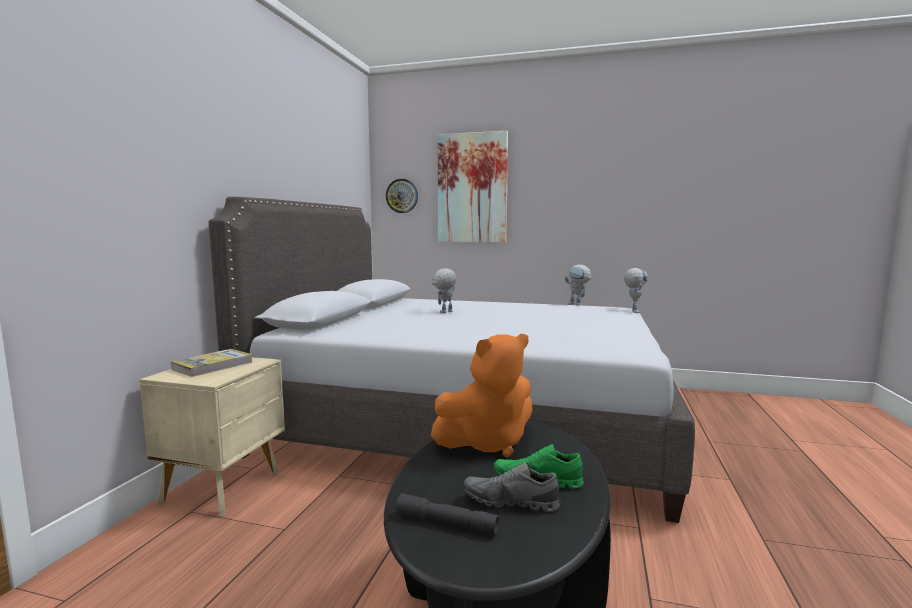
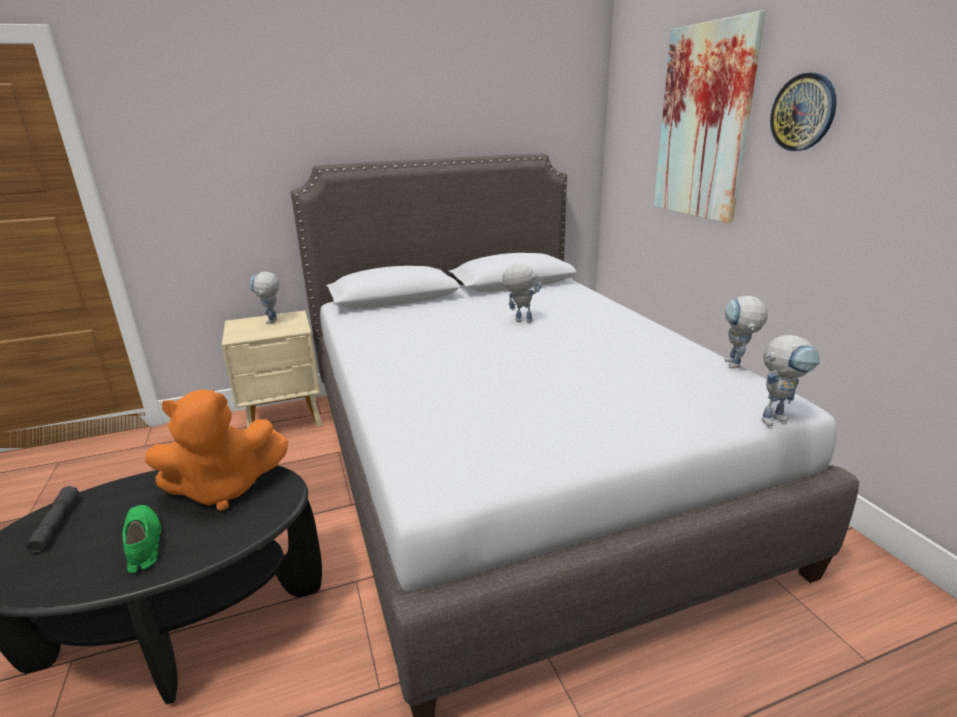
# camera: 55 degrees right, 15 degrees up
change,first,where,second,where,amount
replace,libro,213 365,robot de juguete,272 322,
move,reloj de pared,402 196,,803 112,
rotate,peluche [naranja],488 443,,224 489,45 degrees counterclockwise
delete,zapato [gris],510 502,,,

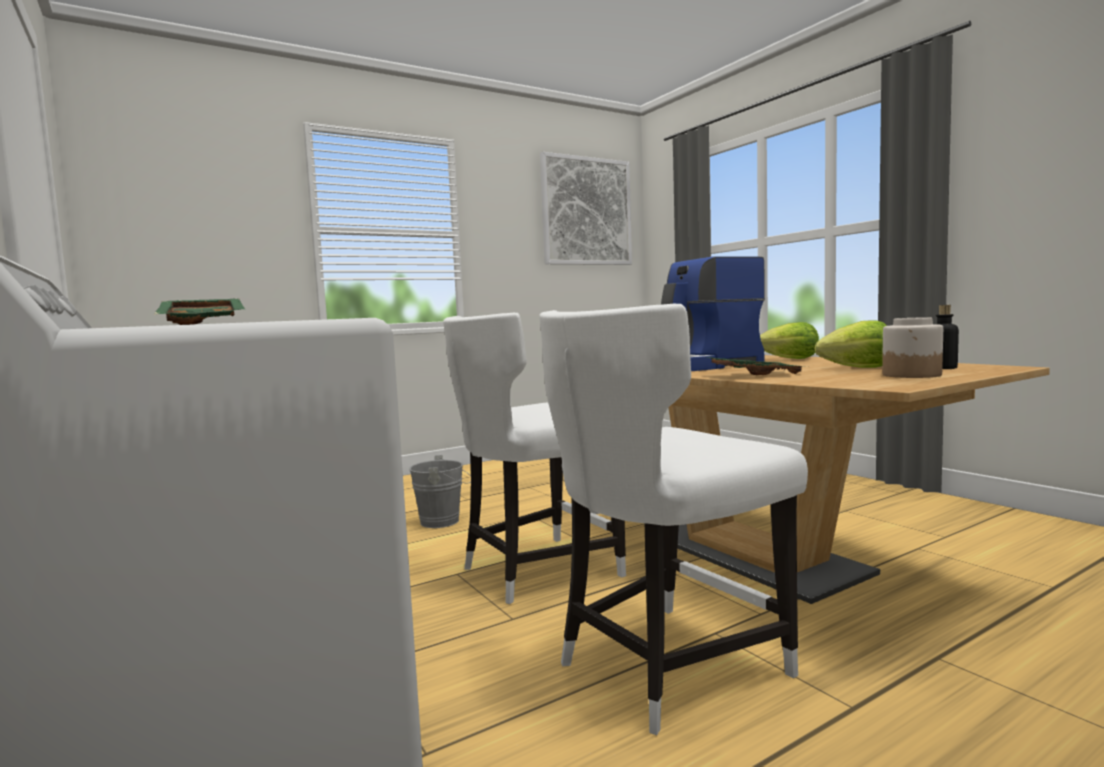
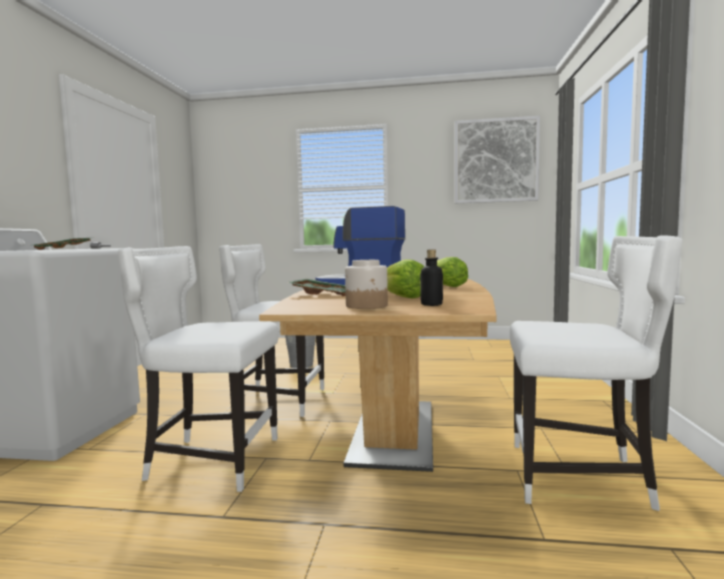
# camera: 40 degrees right, 0 degrees up
change,first,where,second,where,amount
insert,,,silla [blanco],581 477,

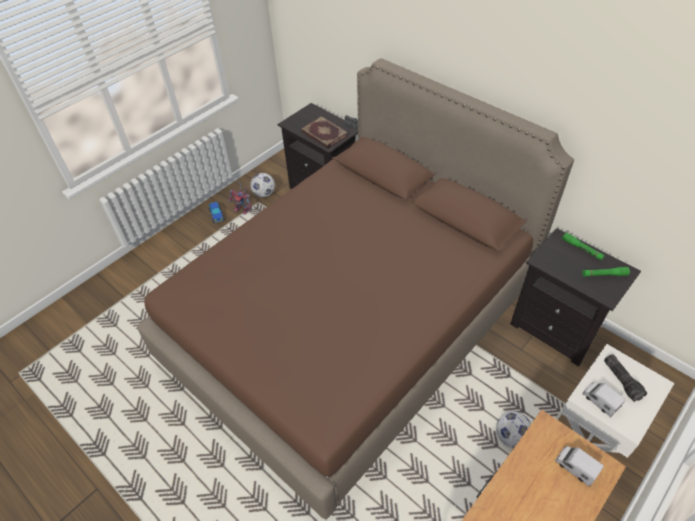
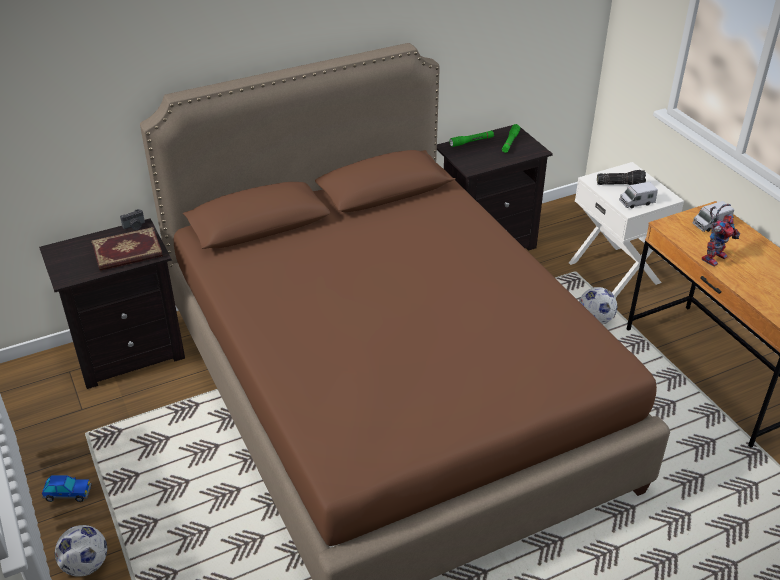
# camera: 70 degrees left, 10 degrees down
change,first,where,second,where,amount
move,robot de juguete,243 210,,713 256,
move,balón de fútbol,264 194,,85 565,

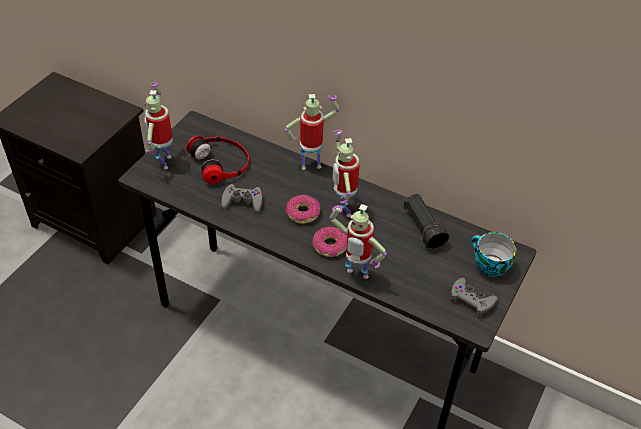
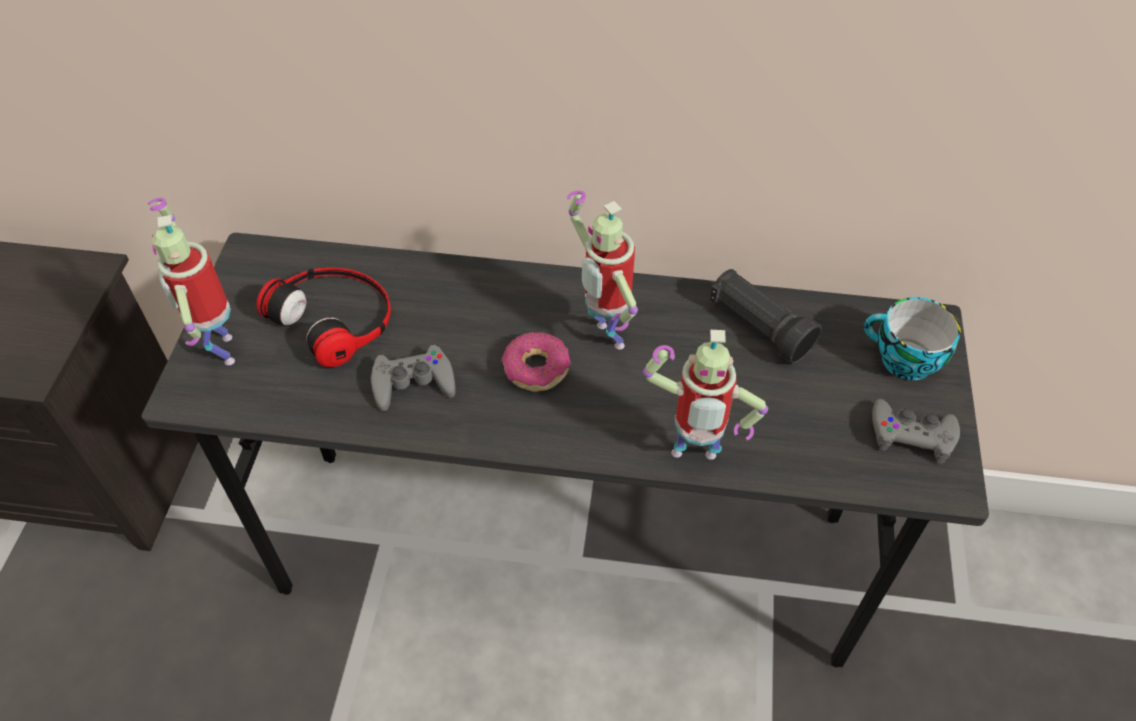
# camera: 20 degrees left, 5 degrees up
change,first,where,second,where,amount
delete,robot de juguete,311 165,,,
delete,rosquilla,329 246,,,

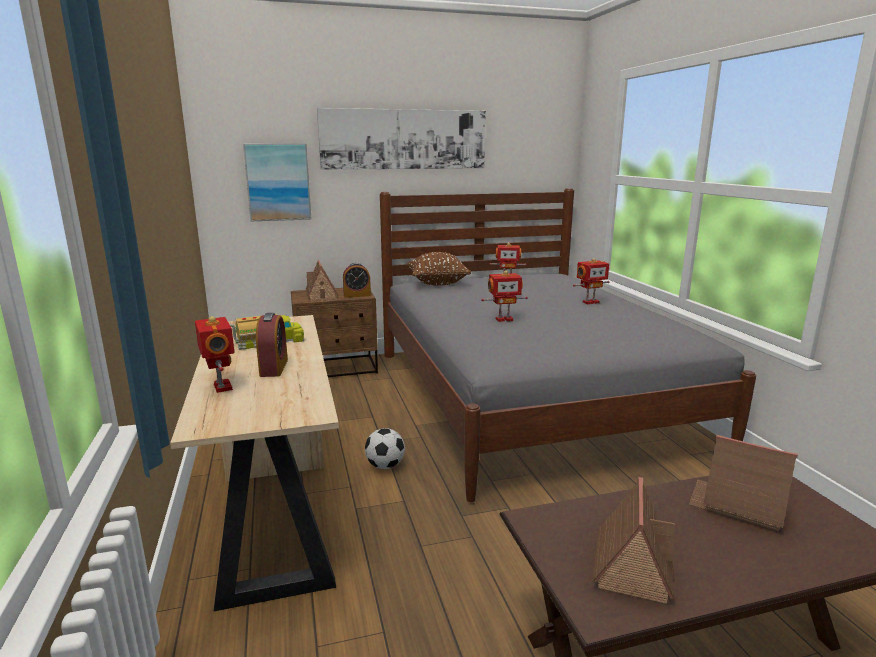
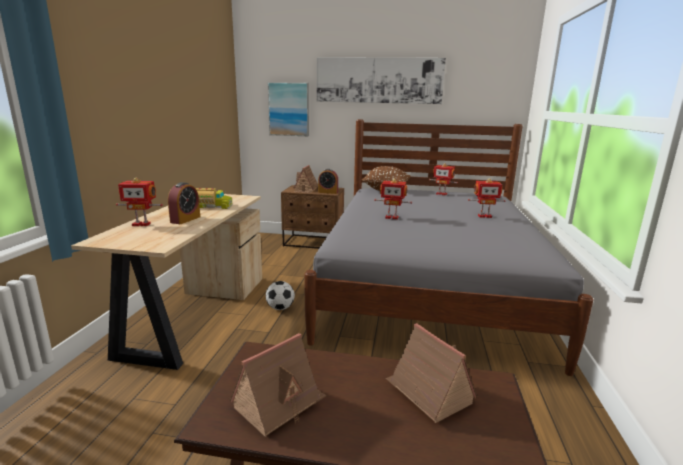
# camera: 25 degrees right, 0 degrees up
change,first,where,second,where,amount
rotate,robot de juguete,221 387,,141 224,90 degrees clockwise

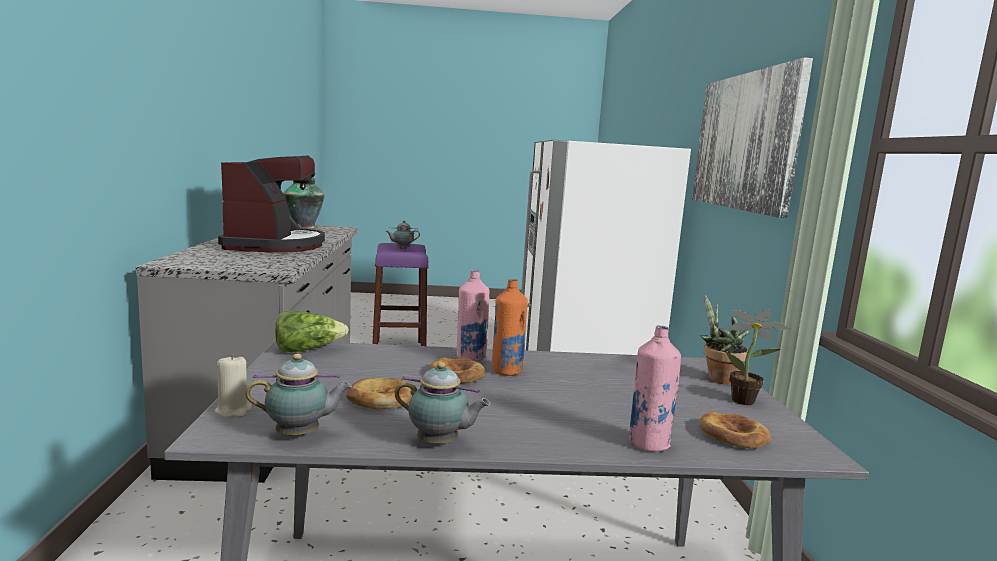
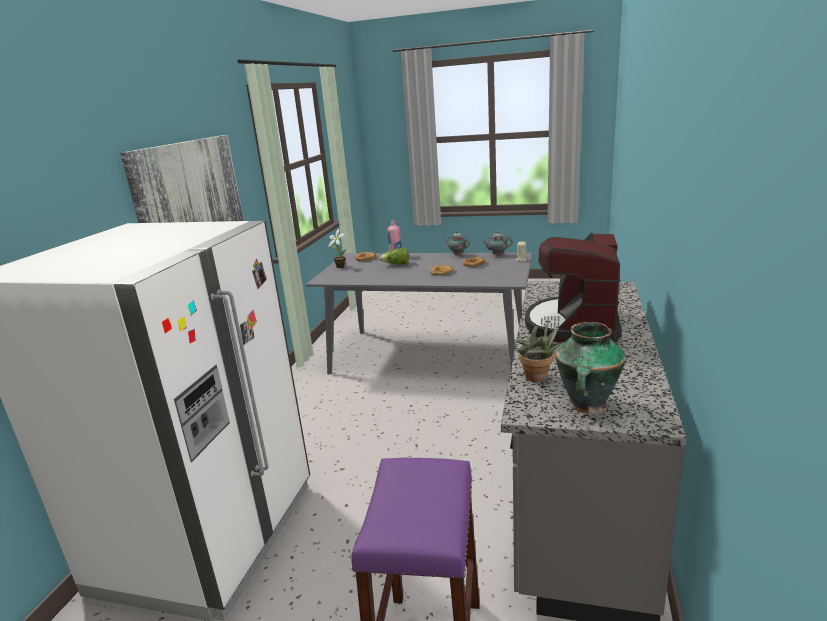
# camera: 160 degrees left, 10 degrees up
change,first,where,second,where,amount
move,lechuga,307 349,,396 264,
delete,tetera,401 249,,,
delete,botella [rosa],470 357,,,
delete,botella [naranja],506 371,,,
move,planta en maceta,717 378,,537 378,

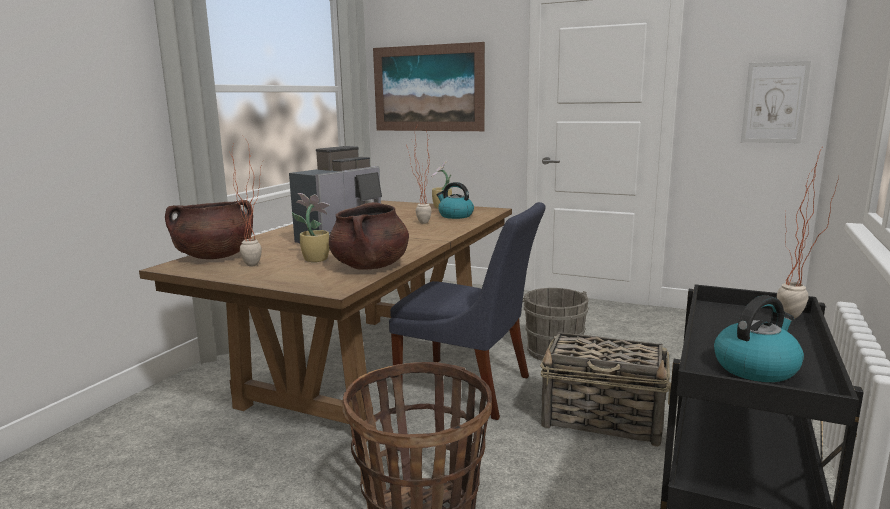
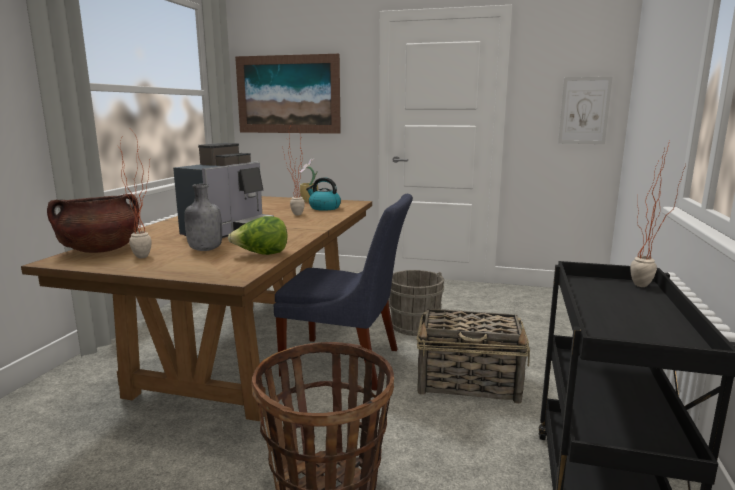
# camera: 10 degrees left, 0 degrees up
change,first,where,second,where,amount
replace,planta en maceta,315 259,botella [gris],204 250,
replace,olla [marrón],370 266,lechuga,261 255,
delete,hervidor,756 367,,,

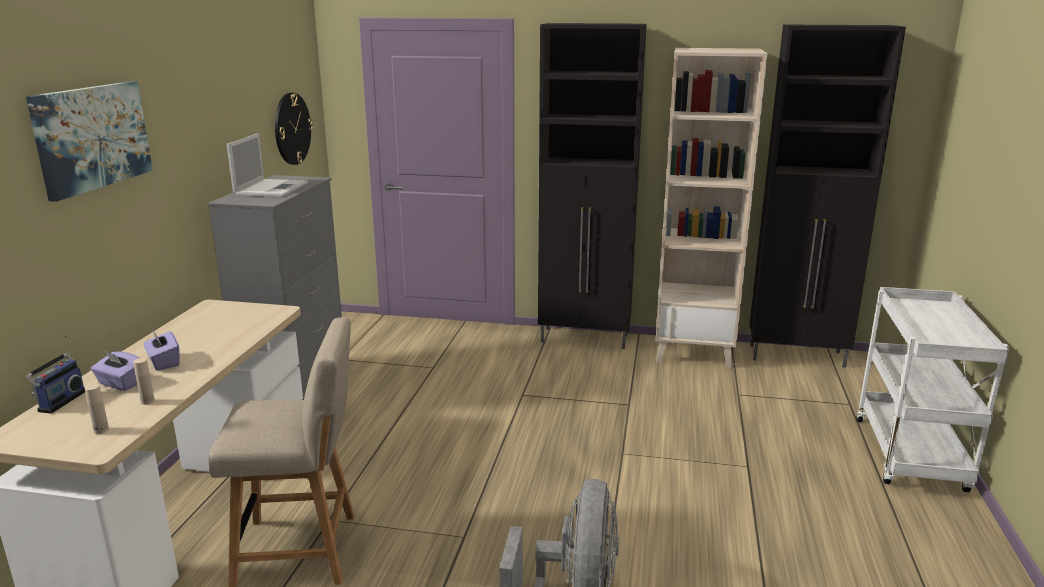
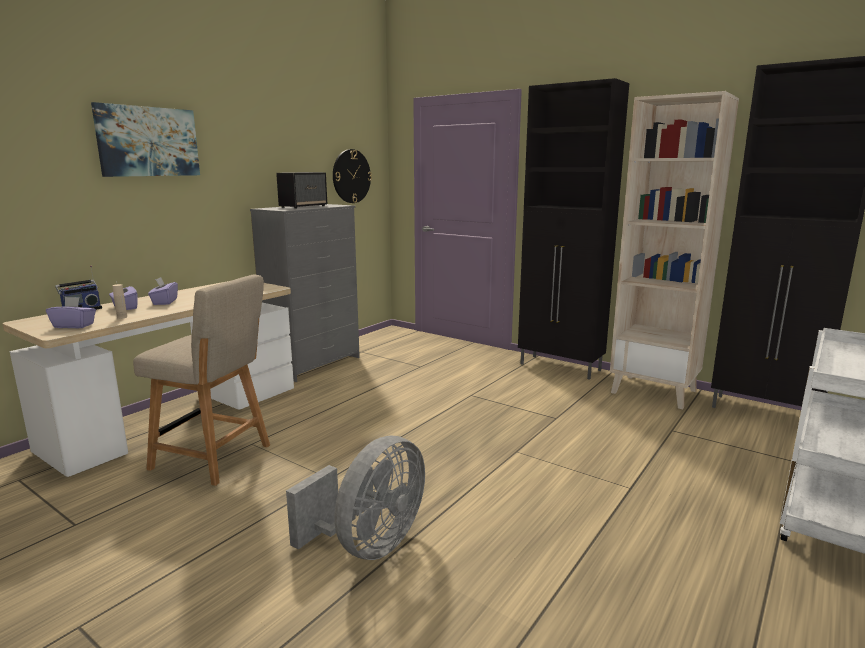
# camera: 25 degrees right, 5 degrees down
change,first,where,second,where,amount
replace,botella [beis],101 430,caja de pañuelos [morado],74 325,
replace,portátil,272 188,altavoz,303 206,

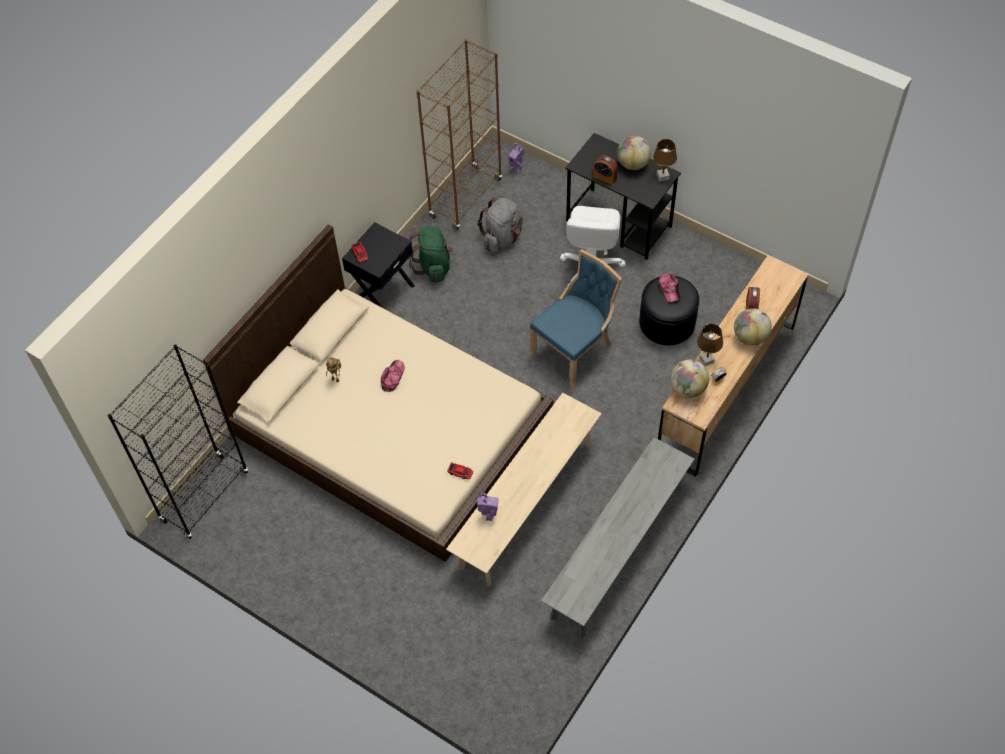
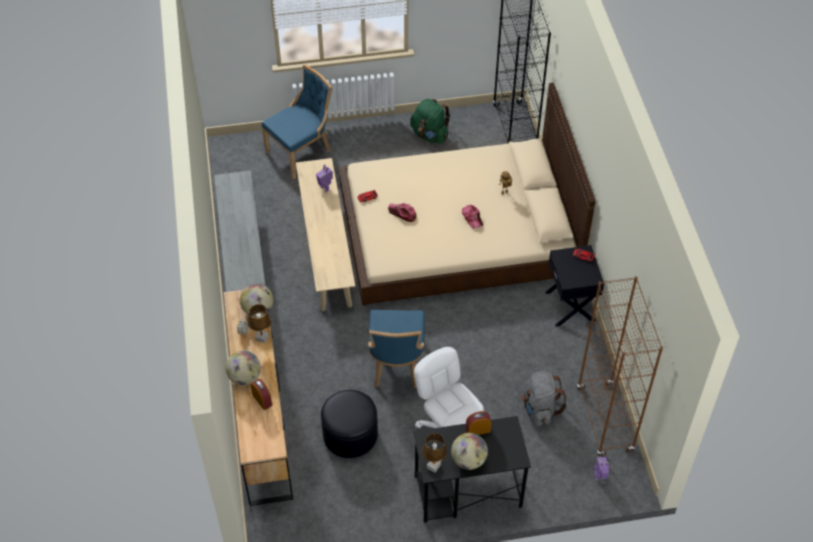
# camera: 135 degrees right, 5 degrees down
change,first,where,second,where,amount
move,mochila [verde],433 266,,430 135,
move,gorra,669 289,,402 213,
insert,,,silla [azul],301 152,

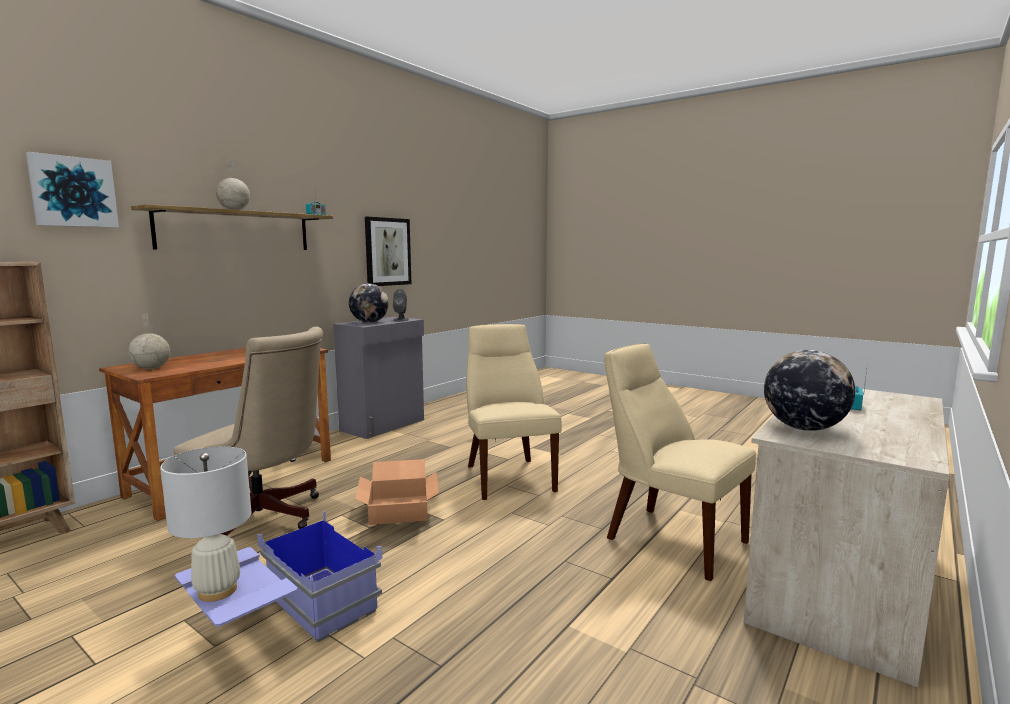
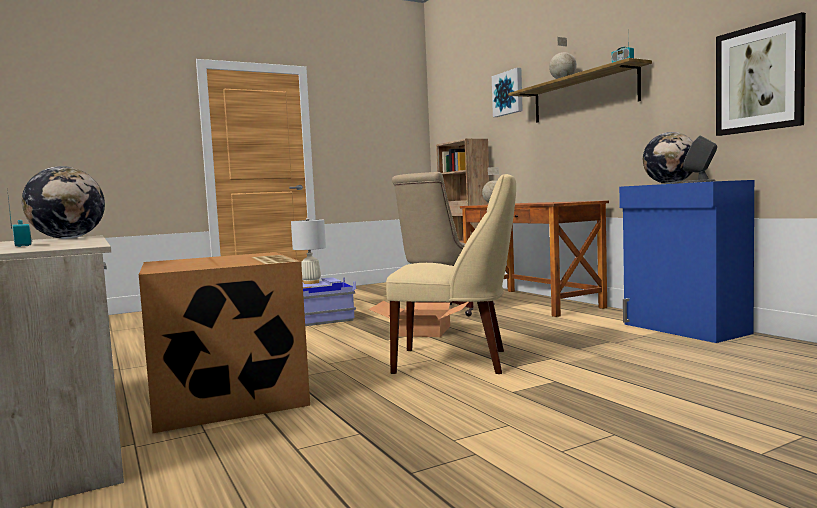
# camera: 115 degrees right, 5 degrees down
change,first,where,second,where,amount
recolor,armario [gris],384 425,armario [azul],684 329,
replace,silla [beis],670 538,caja de cartón,230 397,

